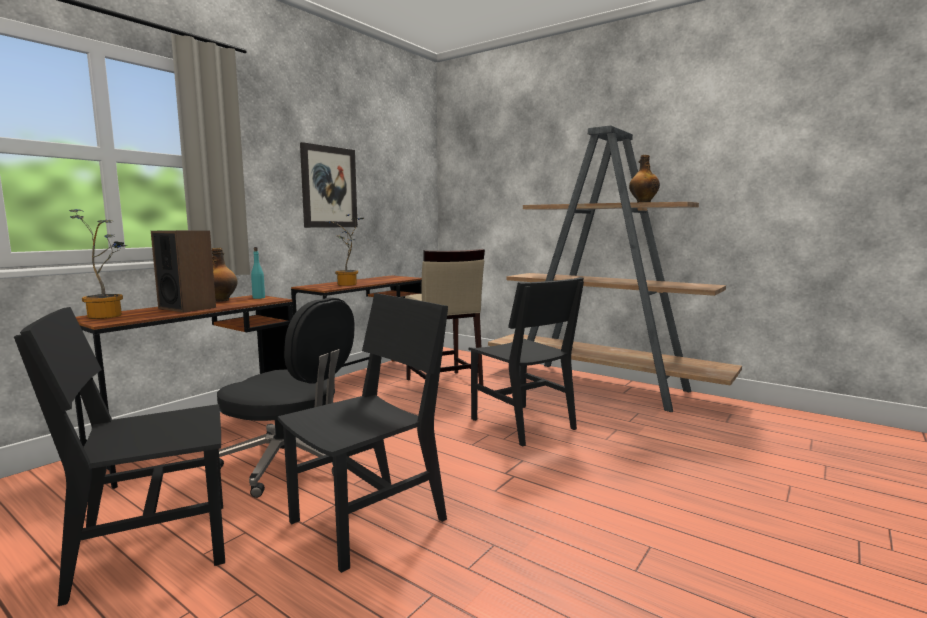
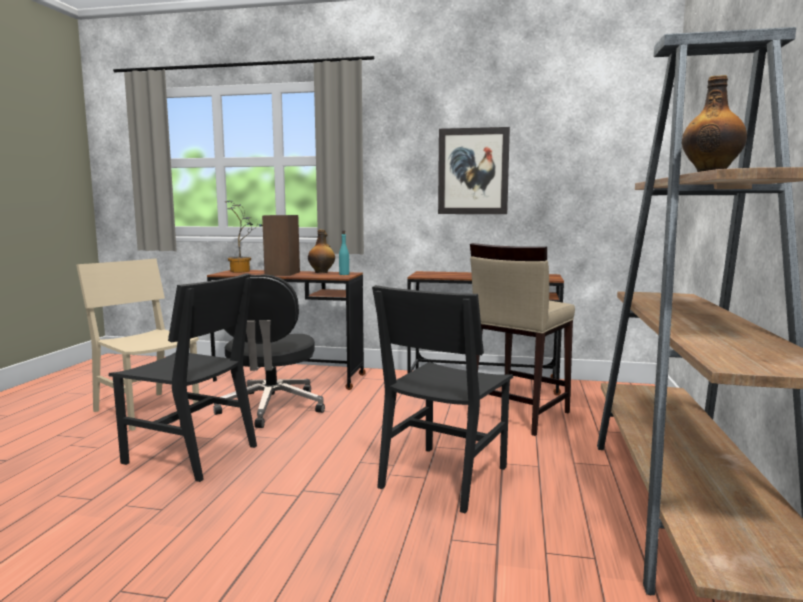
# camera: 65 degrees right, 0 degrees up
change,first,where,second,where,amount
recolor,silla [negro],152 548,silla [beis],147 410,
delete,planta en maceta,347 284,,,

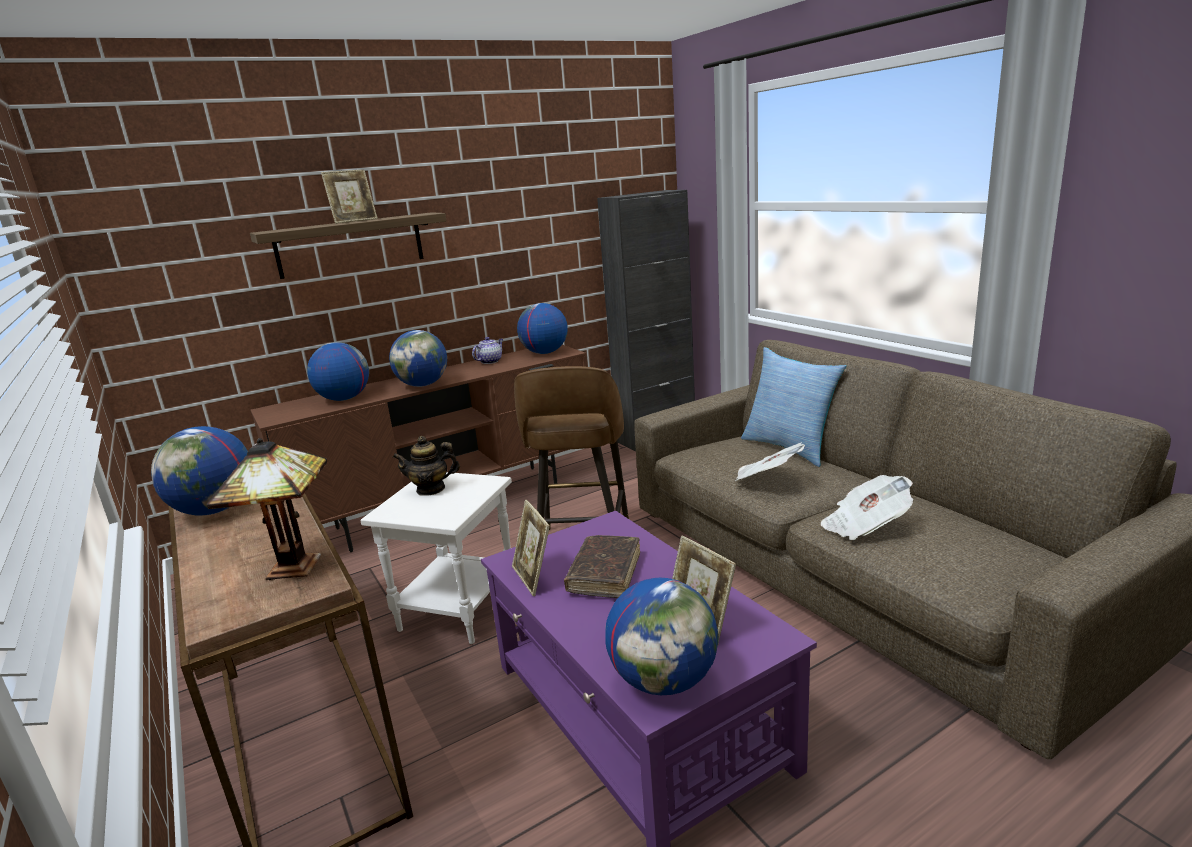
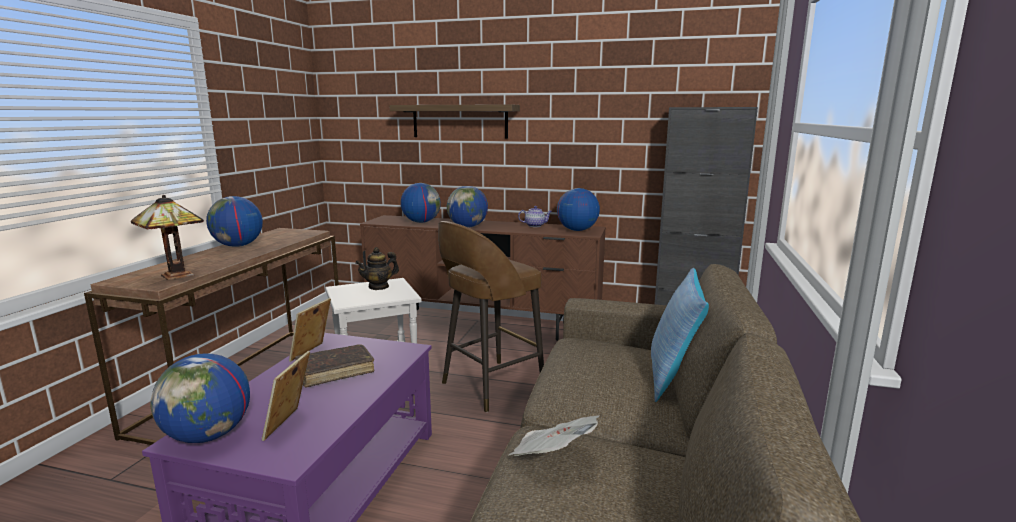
# camera: 45 degrees right, 5 degrees down
change,first,where,second,where,amount
delete,portarretratos,354 221,,,
rotate,tetera,431 489,,379 287,75 degrees counterclockwise
delete,periódico,767 479,,,

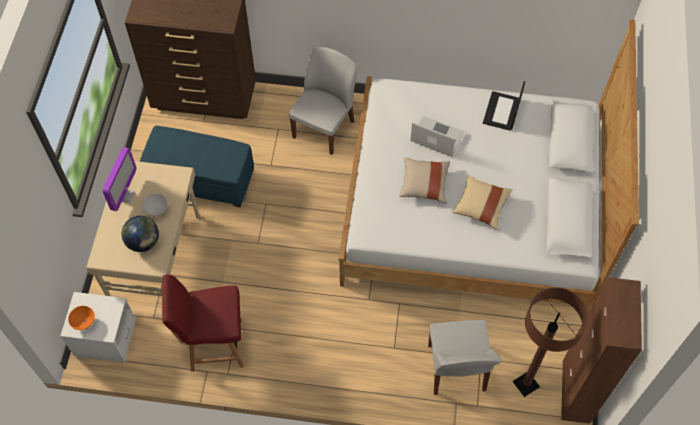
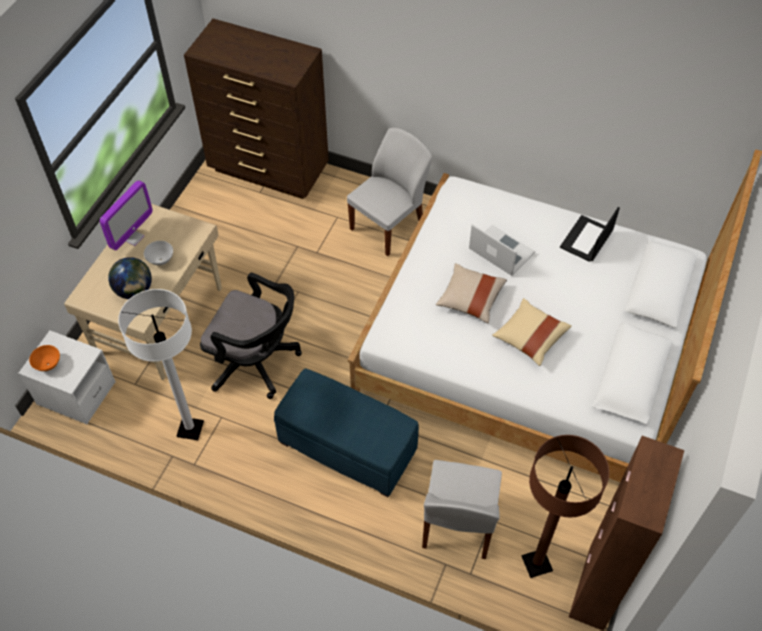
# camera: 15 degrees right, 5 degrees down
change,first,where,second,where,amount
move,puf [azul],201 180,,347 448,
replace,silla [rojo],214 345,lámpara de pie [blanco],190 429,
insert,,,silla de oficina [negro],256 363,

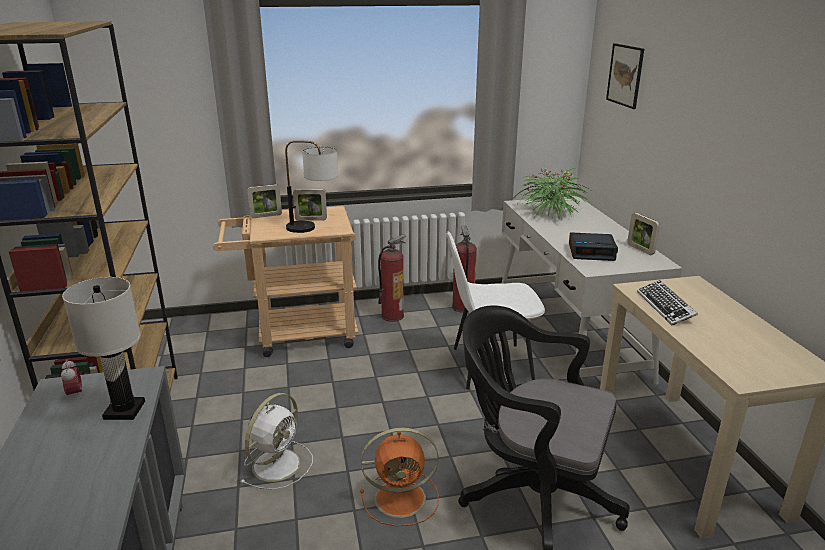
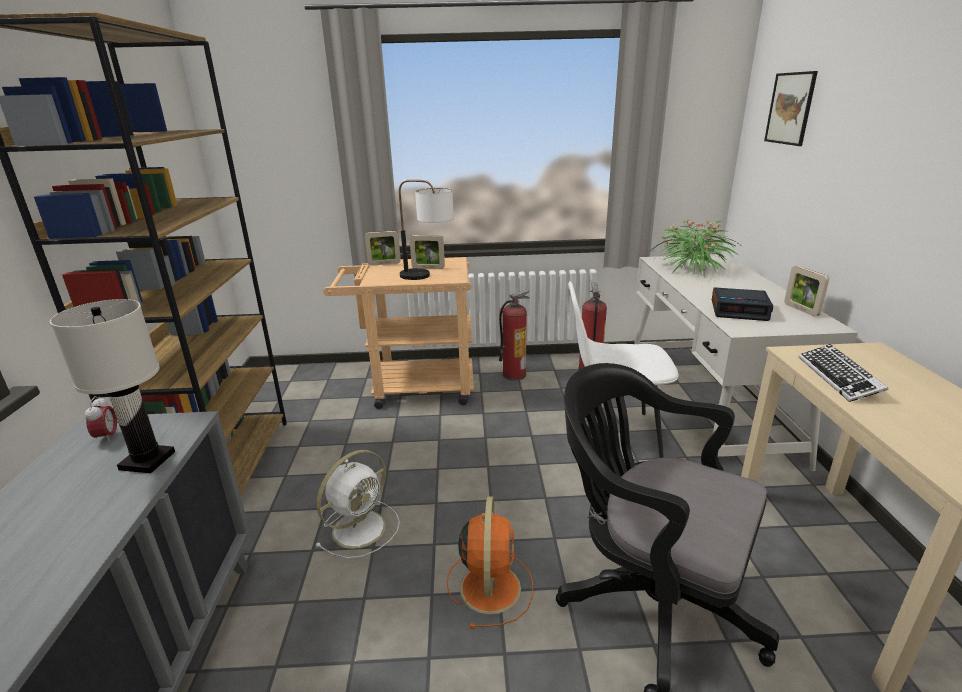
# camera: 10 degrees right, 0 degrees up
change,first,where,second,where,amount
rotate,ventilador [naranja],402 498,,490 585,90 degrees counterclockwise

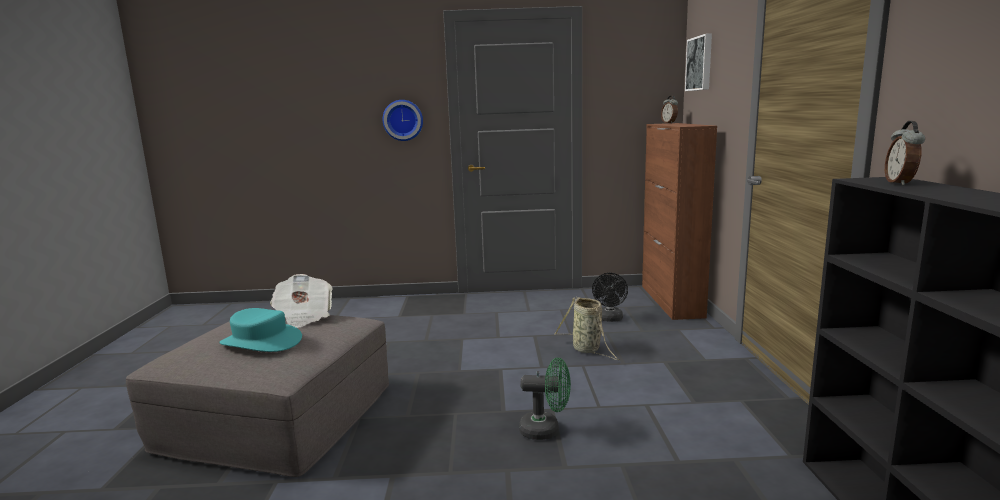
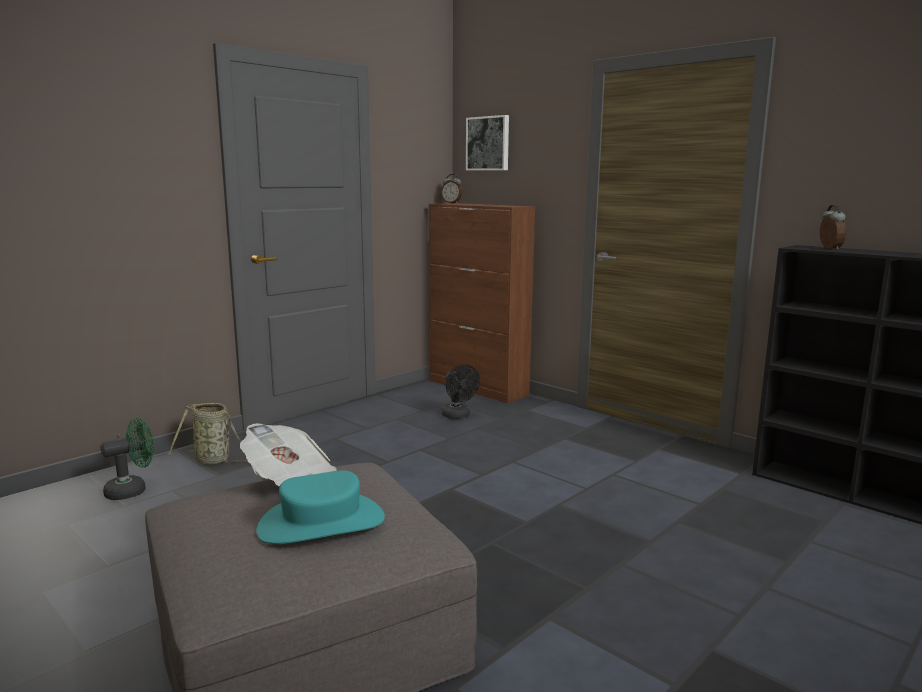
# camera: 45 degrees left, 0 degrees up
change,first,where,second,where,amount
delete,reloj de pared,403 120,,,
move,ventilador [verde],546 430,,132 490,
move,cesta,588 350,,215 461,
rotate,despertador,901 183,,829 248,150 degrees counterclockwise

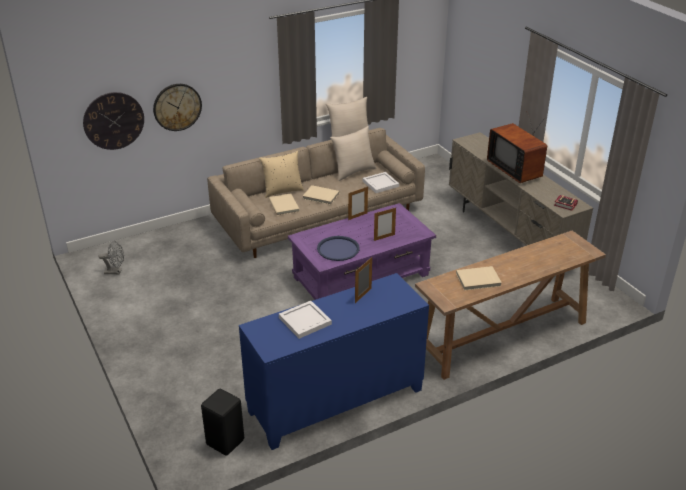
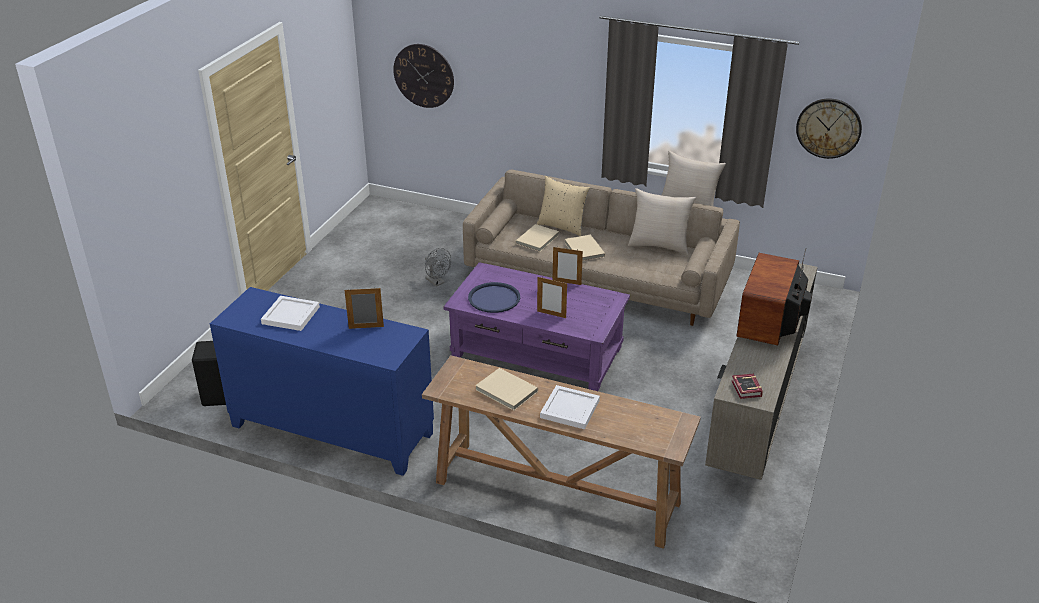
# camera: 50 degrees right, 0 degrees up
change,first,where,second,where,amount
move,ventilador [gris],116 271,,437 282,
move,reloj de pared,177 107,,828 128,
move,bandeja [blanco],380 183,,571 409,

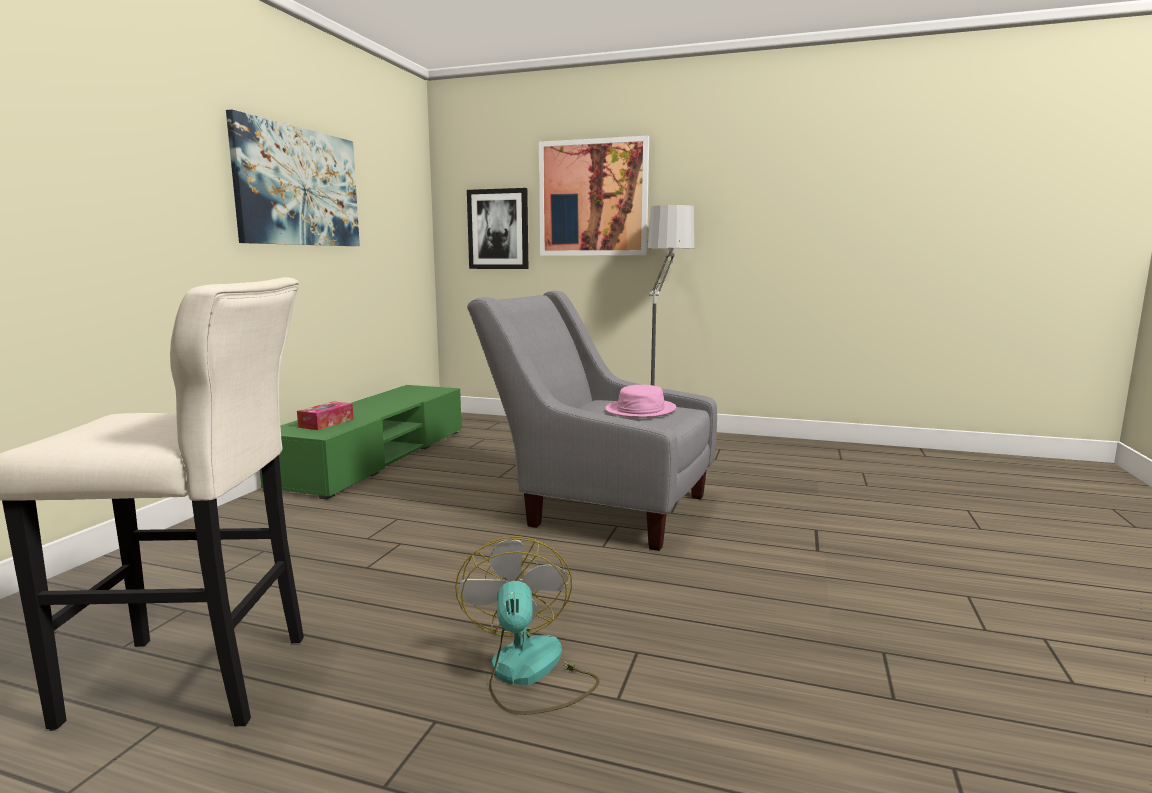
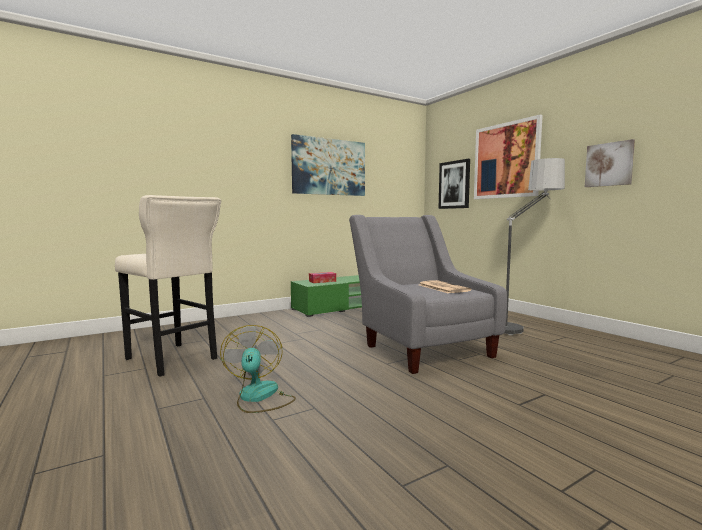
# camera: 40 degrees right, 5 degrees down
change,first,where,second,where,amount
rotate,ventilador,529 674,,259 397,45 degrees counterclockwise
replace,sombrero [rosa],640 410,periódico,442 287,
insert,,,cuadro,609 164,

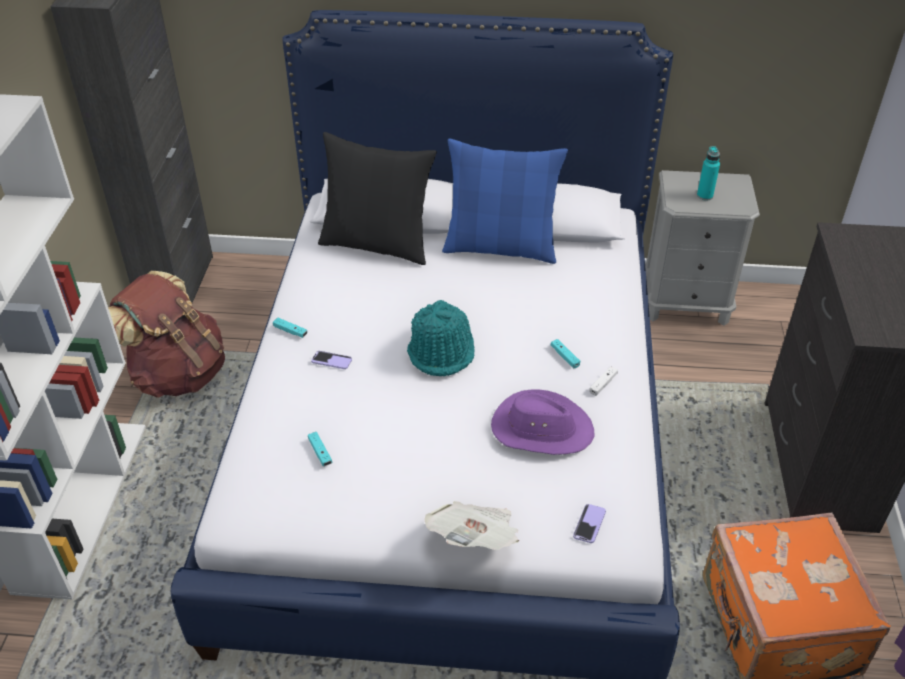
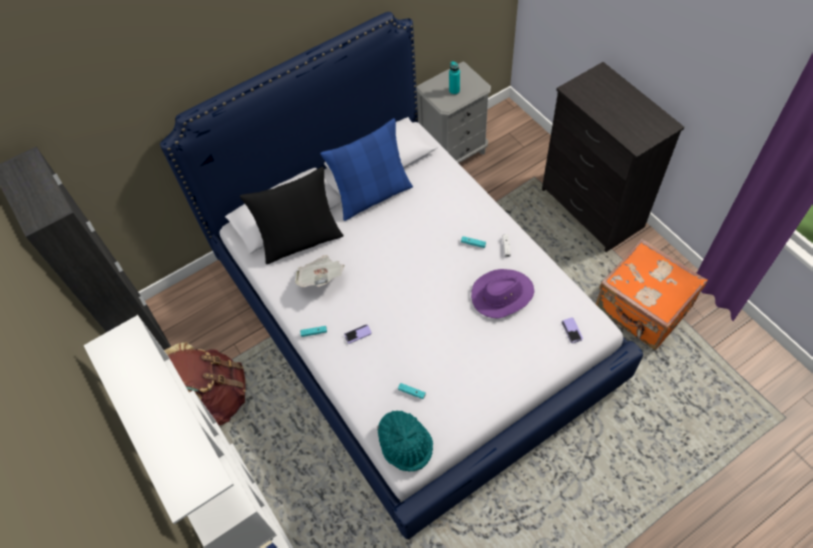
# camera: 35 degrees left, 15 degrees up
change,first,where,second,where,amount
move,sombrero [turquesa],442 351,,406 443,
move,periódico,475 539,,321 278,

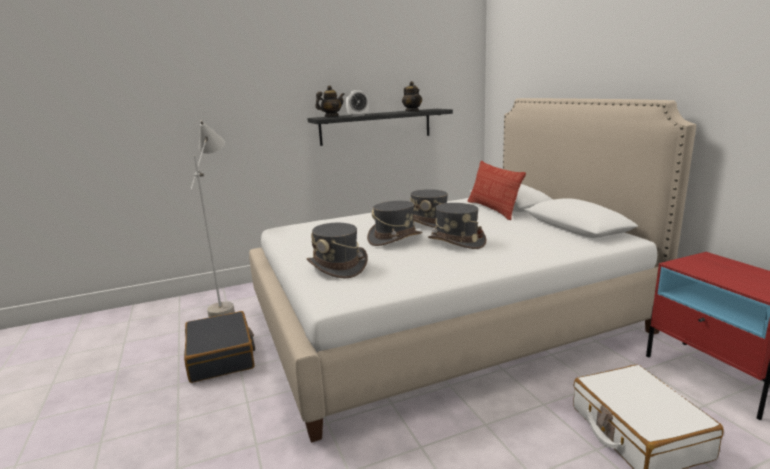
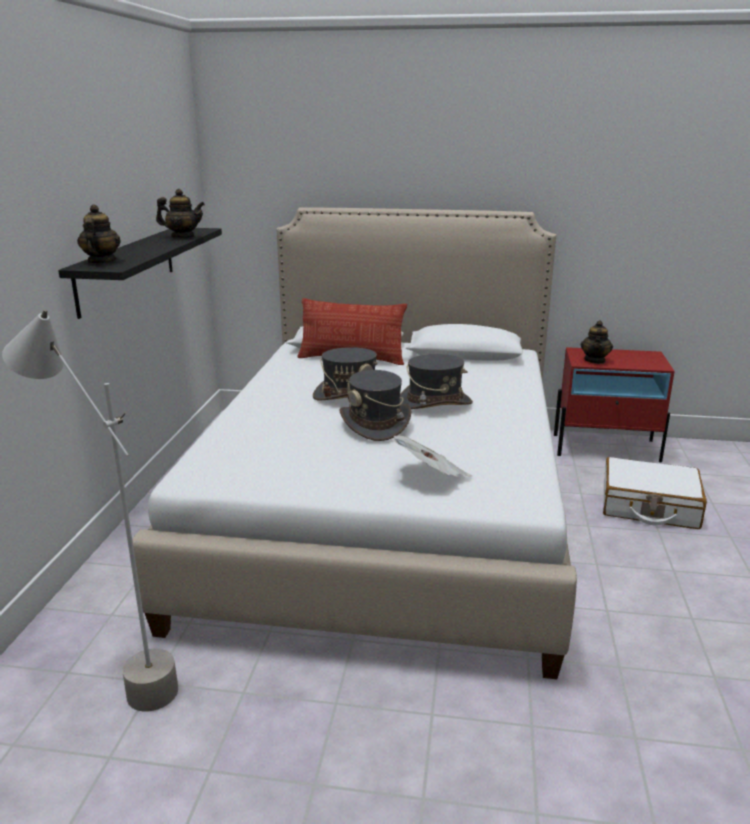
# camera: 60 degrees left, 5 degrees up
change,first,where,second,where,amount
delete,maleta [negro],221 356,,,
replace,sombrero [gris],338 267,periódico,431 476,
delete,despertador,358 115,,,
insert,,,tetera,595 360,

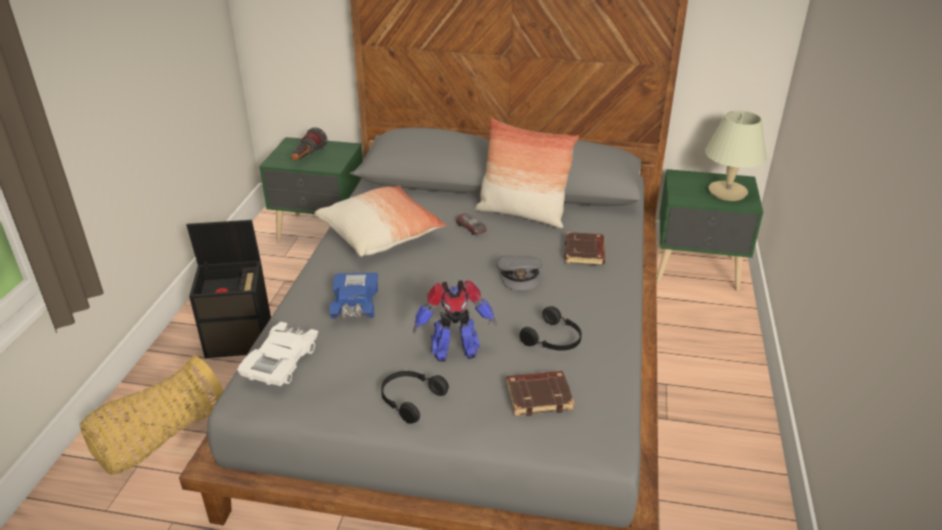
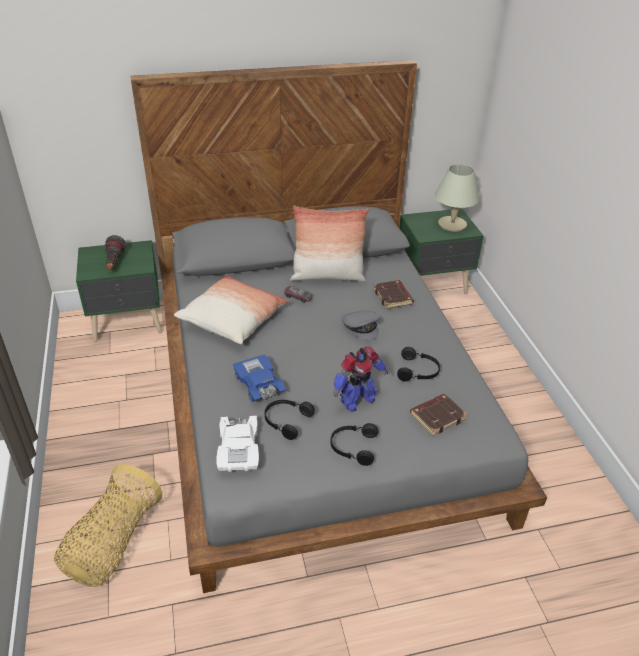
# camera: 25 degrees left, 5 degrees up
change,first,where,second,where,amount
delete,caja de almacenaje [negro],240 338,,,
insert,,,auriculares [negro],286 421,

